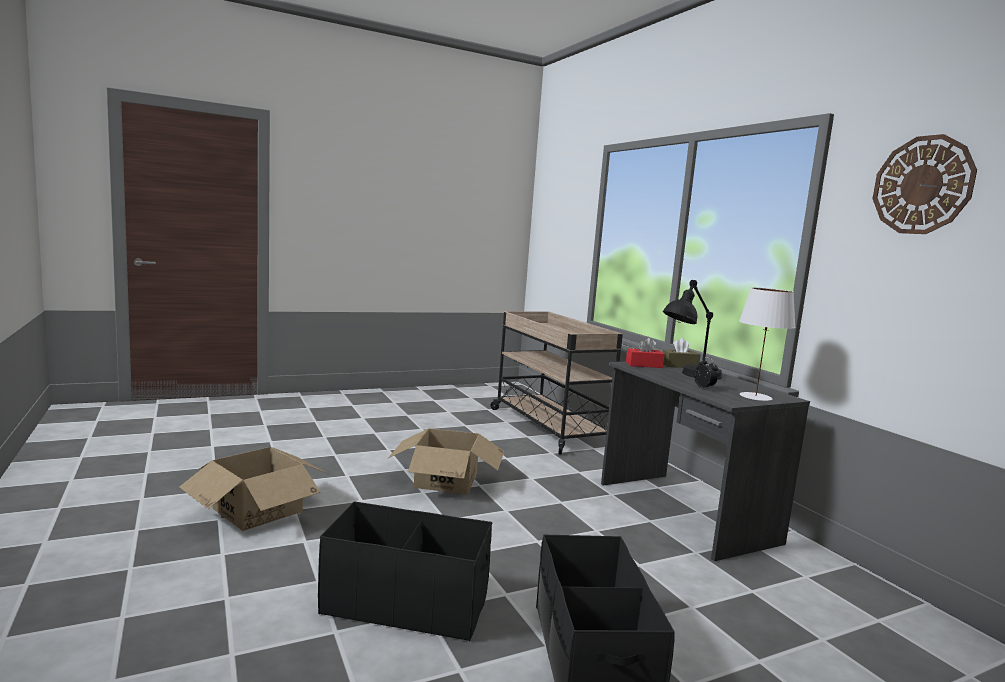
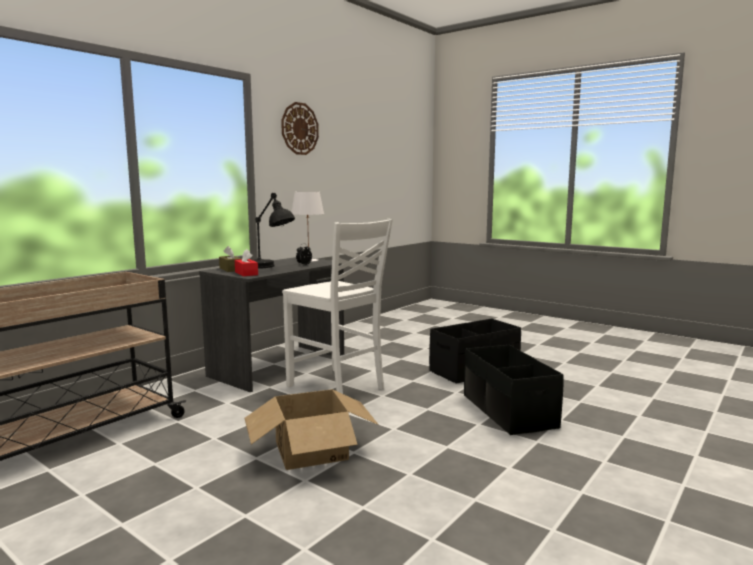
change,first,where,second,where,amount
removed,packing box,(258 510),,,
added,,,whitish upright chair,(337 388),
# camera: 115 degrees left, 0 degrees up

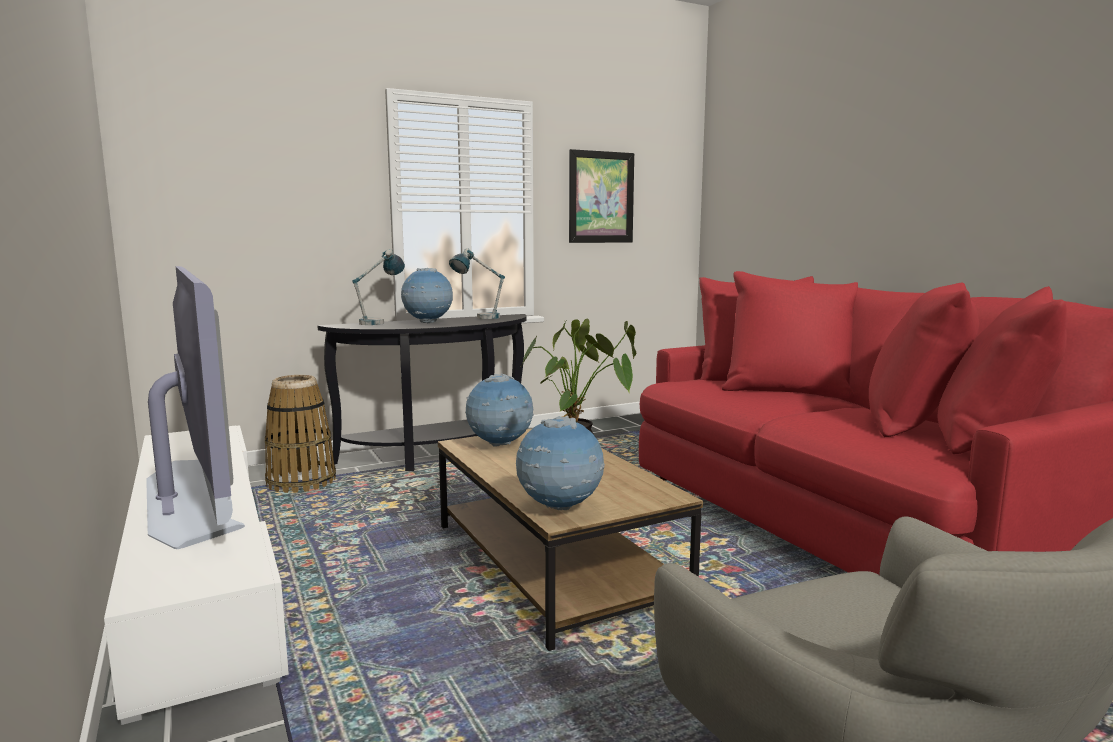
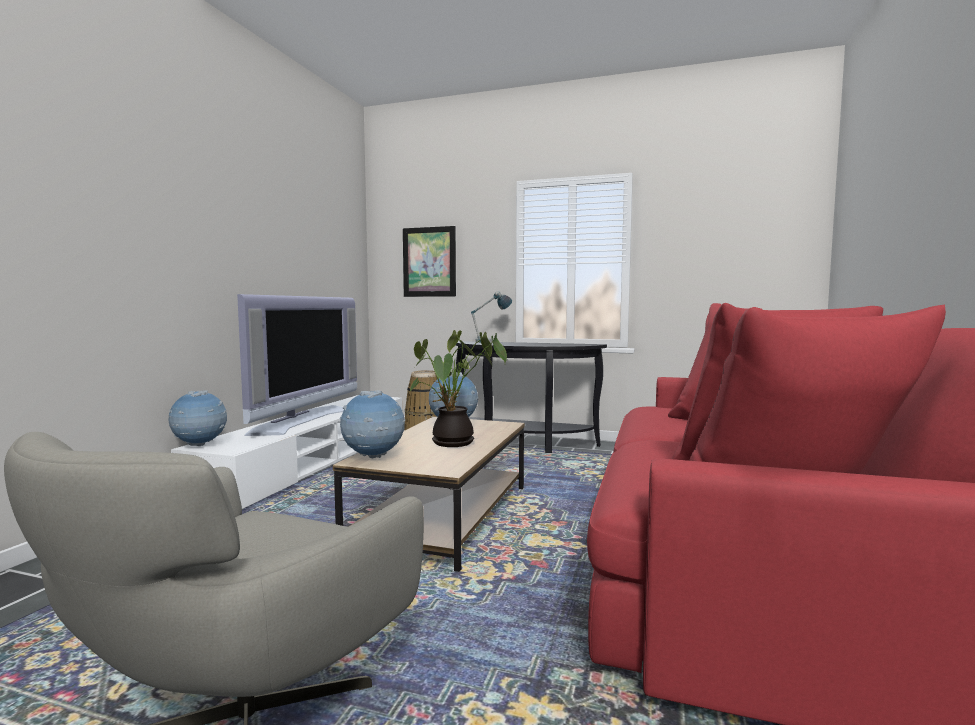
change,first,where,second,where,amount
removed,tabletop lamp,(478 318),,,
moved,world globe,(428 323),,(199 445),
moved,wall picture,(601 197),,(429 262),
# camera: 45 degrees right, 5 degrees down

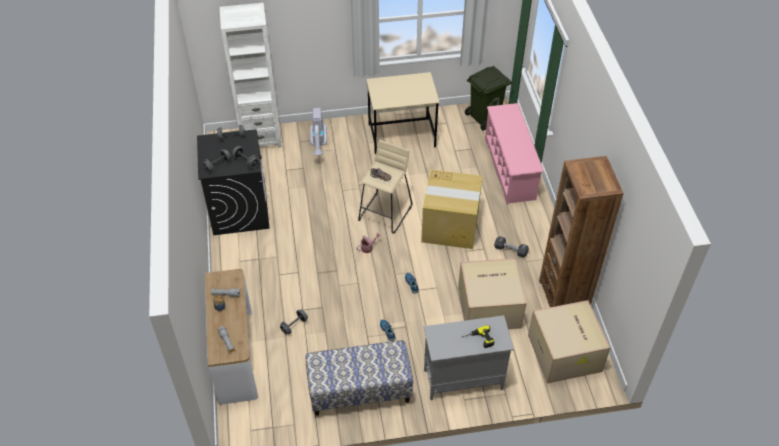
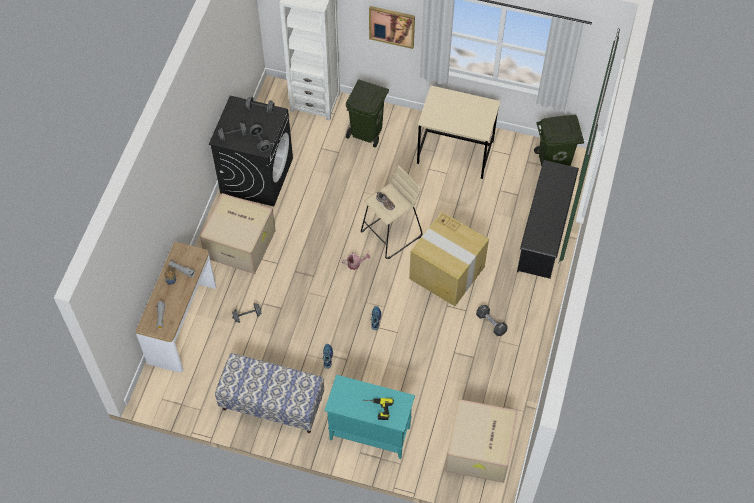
change,first,where,second,where,amount
removed,brownish bookcase,(563 295),,,
added,,,wall picture,(392 26),
moved,packing box,(490 306),,(241 243),
replaced,hoover,(319 145),green waste bin,(367 132),
recoloured,gray cabinet,(462 380),turquoise cabinet,(369 433),
recoloured,pink-coloured shoe shelf,(510 169),blackish shoe shelf,(544 233),
# camera: 25 degrees right, 10 degrees up

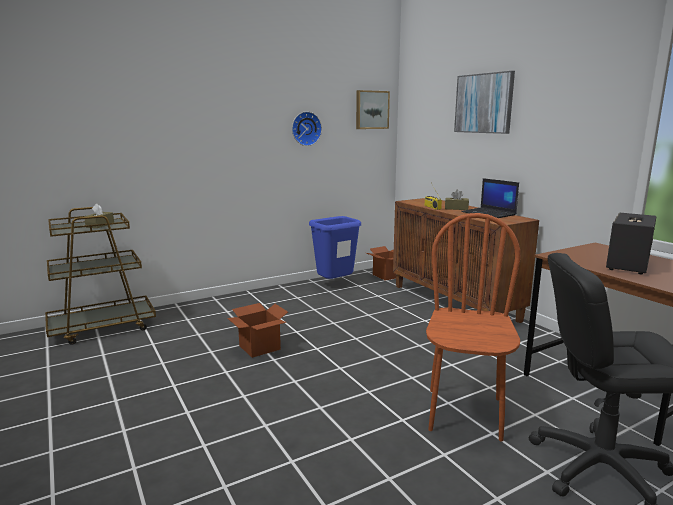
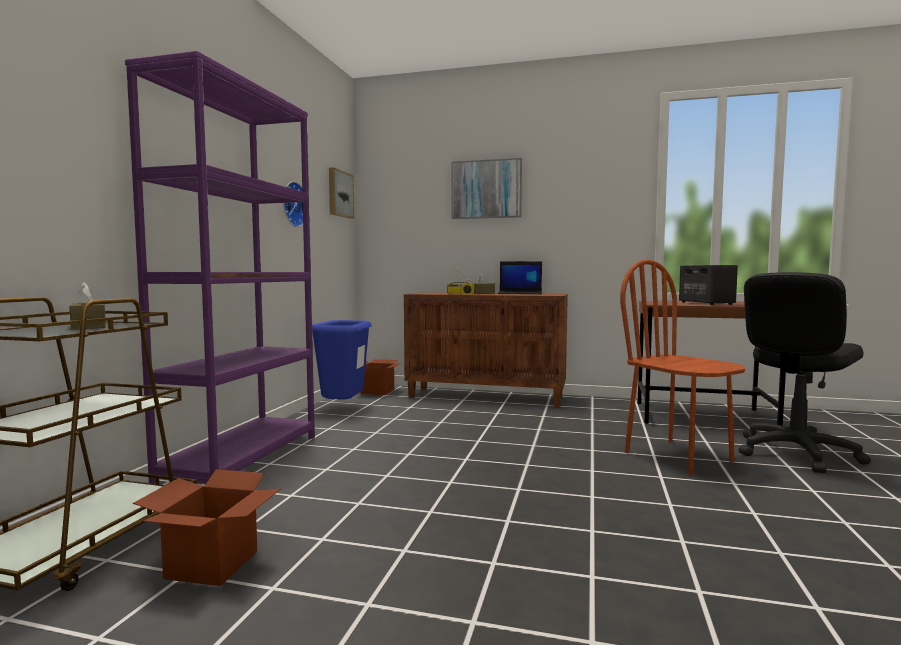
change,first,where,second,where,amount
added,,,purplish bookcase,(243 459),
moved,packing box,(259 347),,(212 564),
# camera: 45 degrees left, 10 degrees down

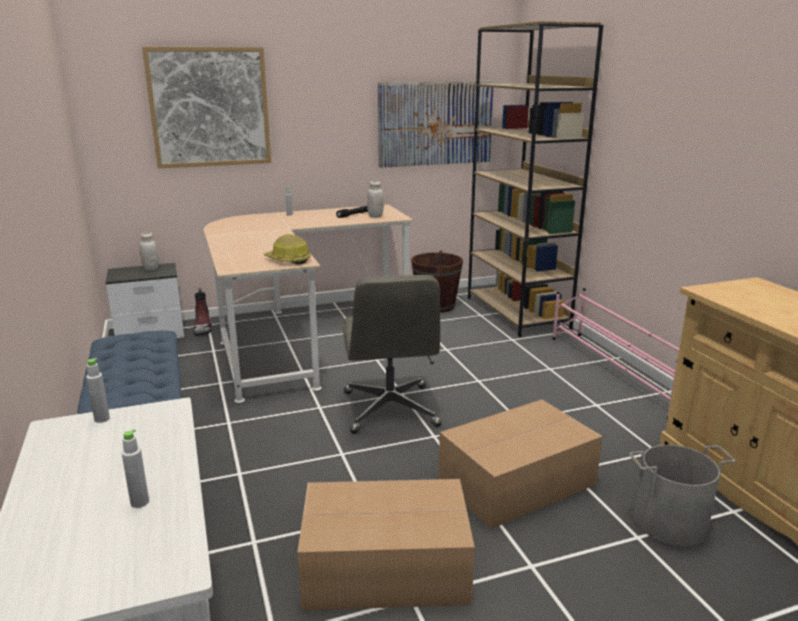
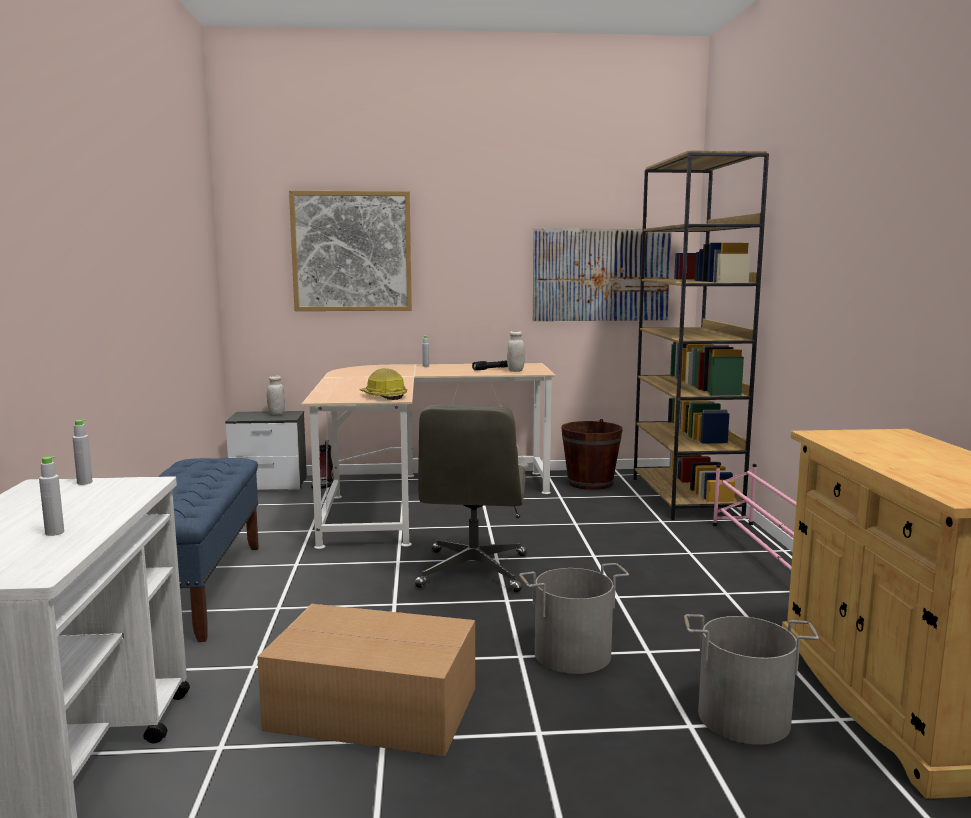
change,first,where,second,where,amount
replaced,packing box,(514 482),gray bucket,(572 653),
# camera: 15 degrees right, 10 degrees down

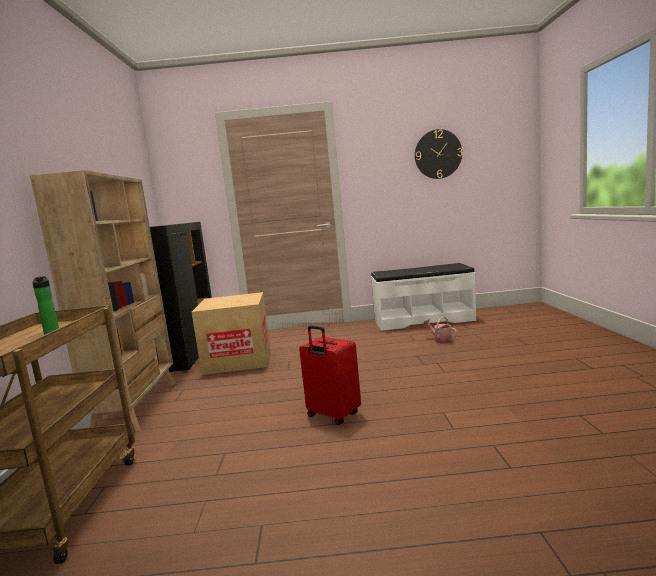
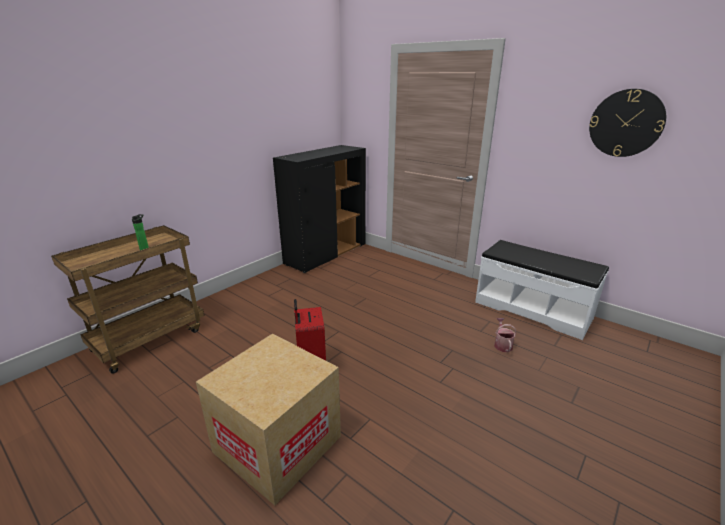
change,first,where,second,where,amount
removed,beige-coloured bookcase,(138 406),,,
moved,packing box,(238 360),,(277 444),
# camera: 40 degrees right, 15 degrees up

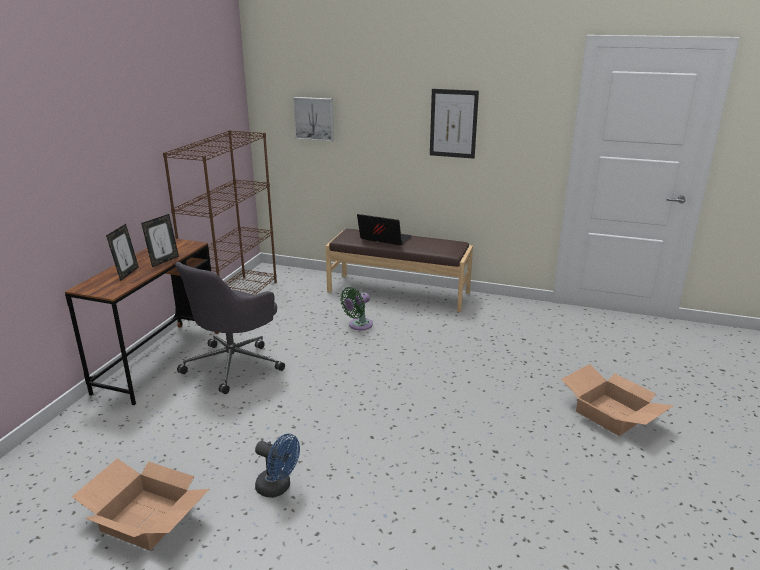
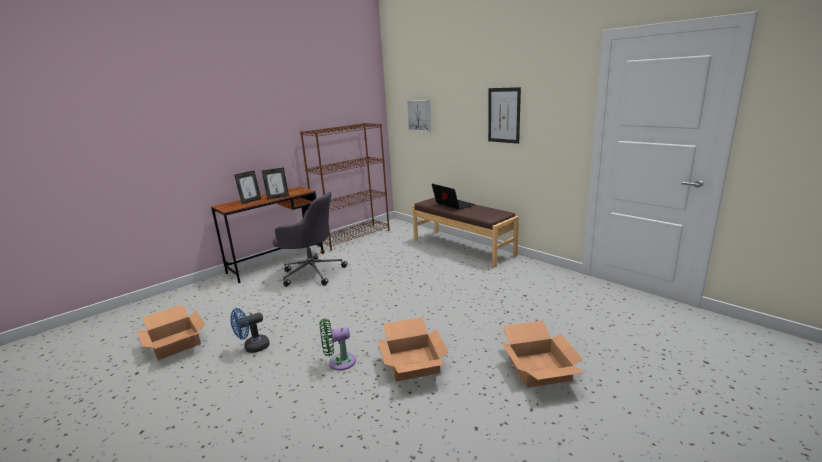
change,first,where,second,where,amount
added,,,packing box,(414 363),
moved,green cooling fan,(358 325),,(339 362),
turned,gray office chair,(234 364),,(311 272),135 degrees counterclockwise
turned,bluish cooling fan,(278 488),,(253 348),90 degrees clockwise
# camera: 30 degrees right, 5 degrees down

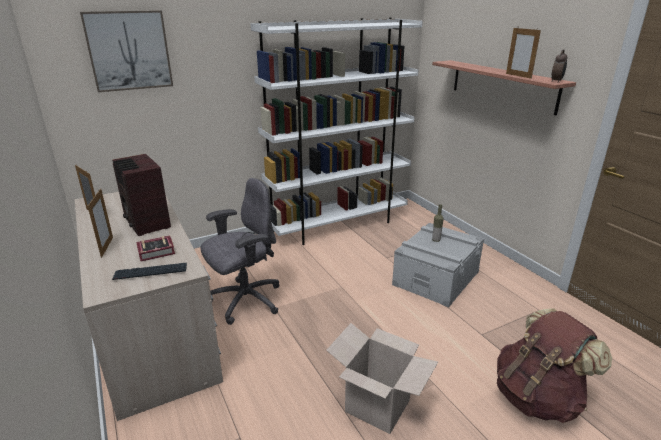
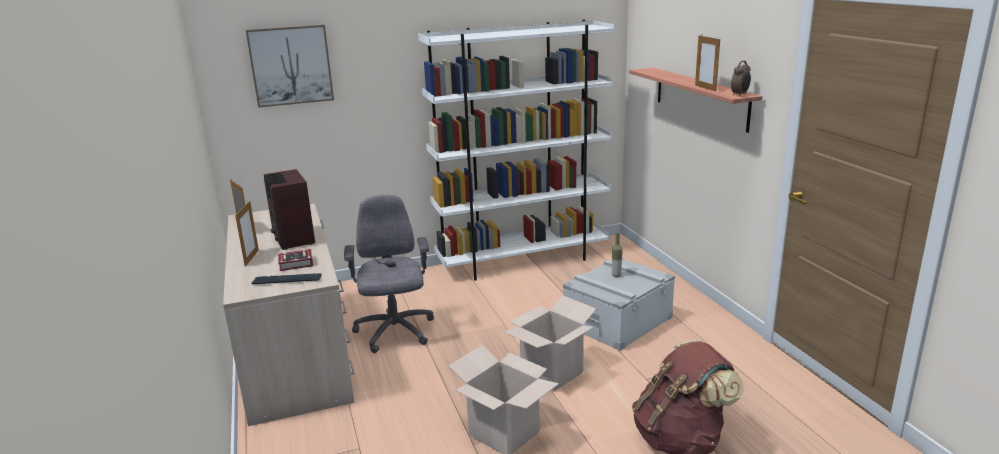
change,first,where,second,where,amount
added,,,packing box,(551 373),
turned,gray office chair,(245 301),,(394 332),75 degrees counterclockwise
# camera: 10 degrees right, 5 degrees down

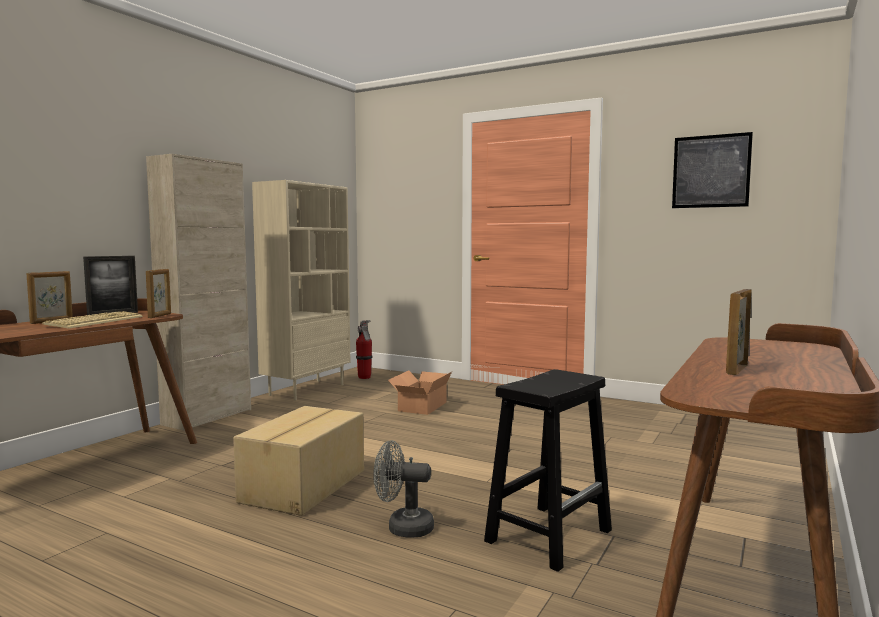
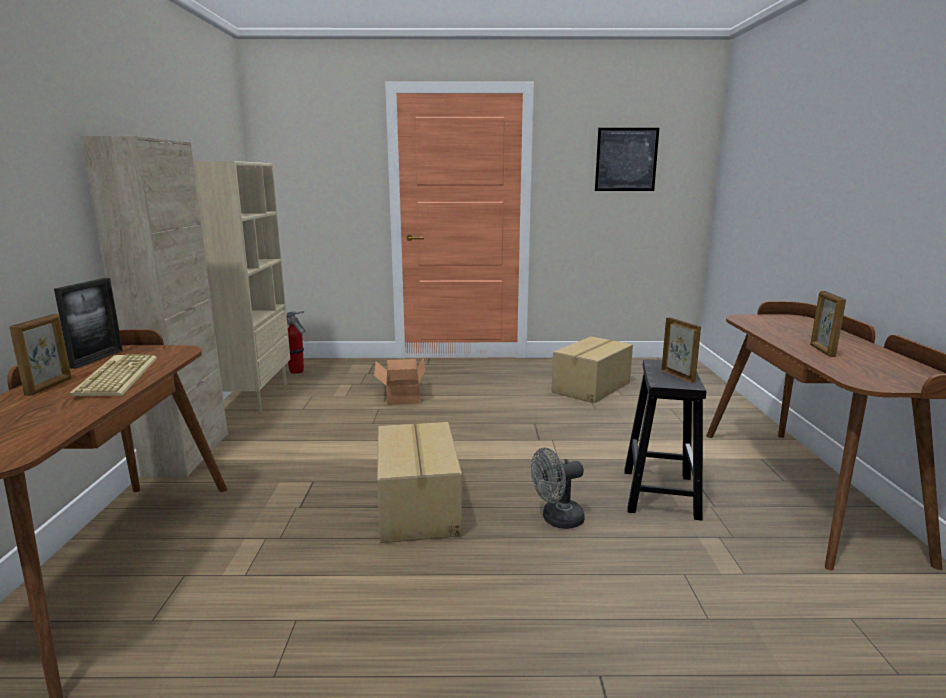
change,first,where,second,where,amount
added,,,packing box,(592 387),
moved,photo frame,(160 316),,(678 376),
# camera: 30 degrees left, 10 degrees up

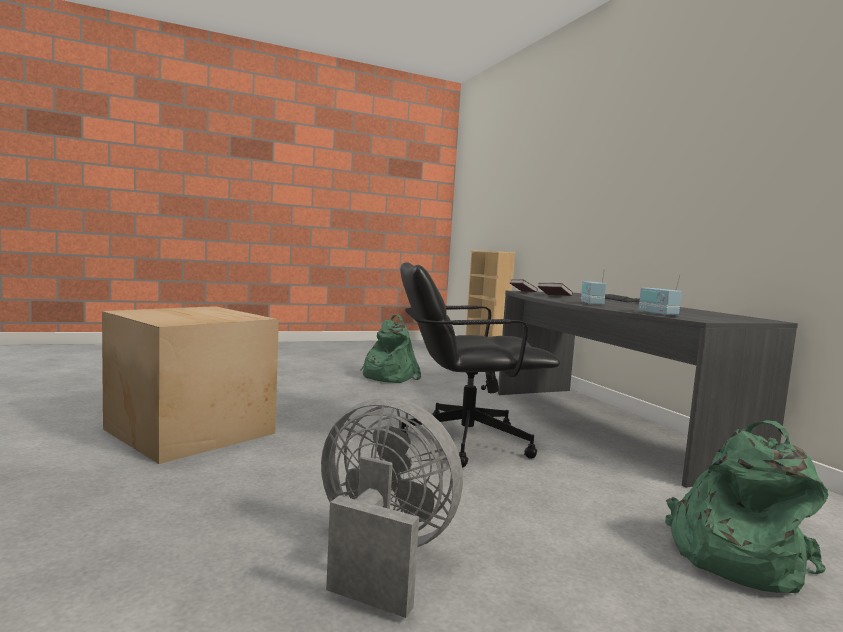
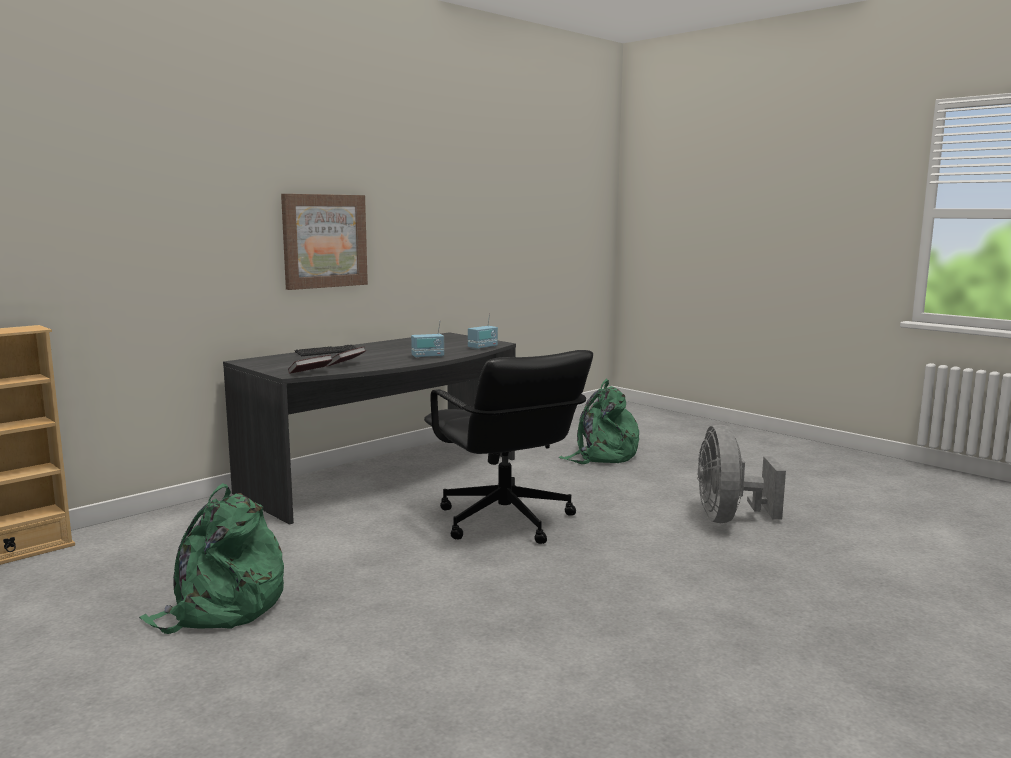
change,first,where,second,where,amount
removed,packing box,(191 430),,,
added,,,wall picture,(324 241),
# camera: 110 degrees left, 5 degrees up

